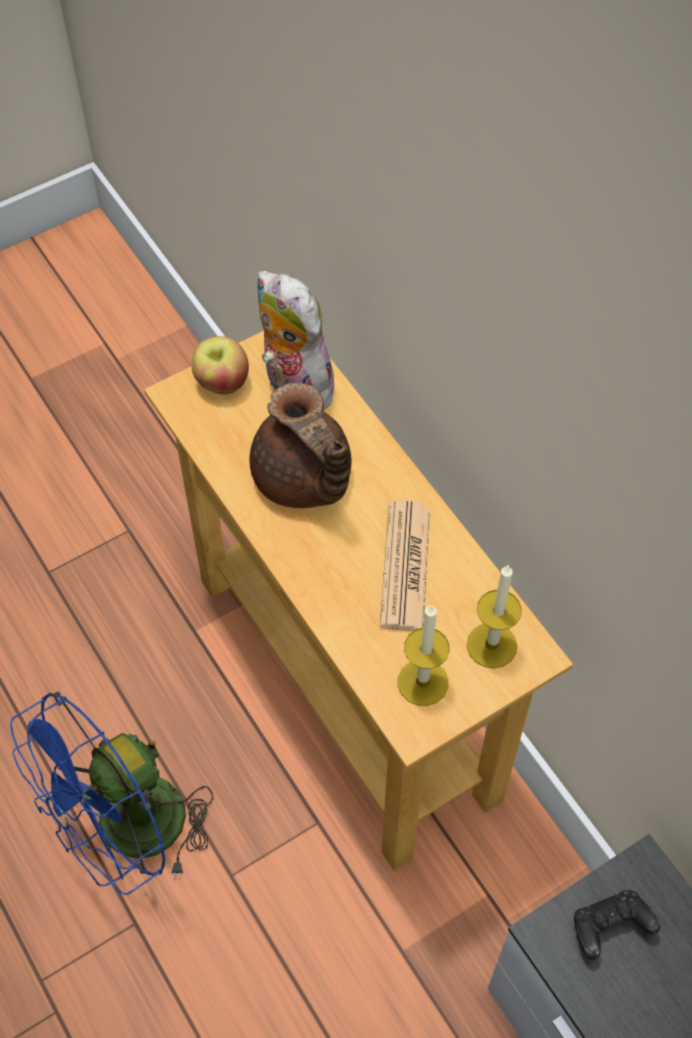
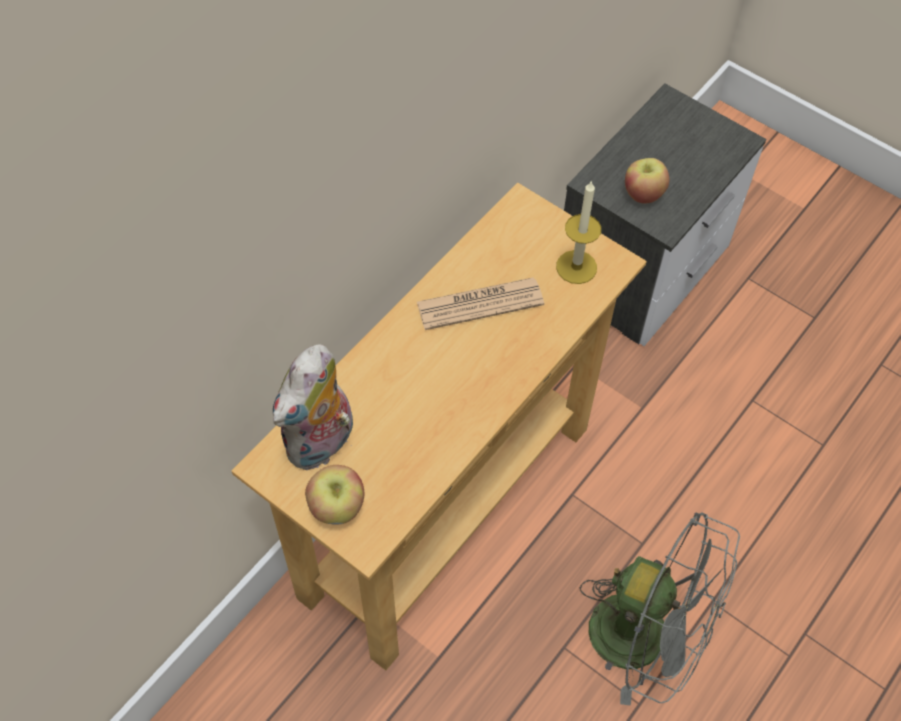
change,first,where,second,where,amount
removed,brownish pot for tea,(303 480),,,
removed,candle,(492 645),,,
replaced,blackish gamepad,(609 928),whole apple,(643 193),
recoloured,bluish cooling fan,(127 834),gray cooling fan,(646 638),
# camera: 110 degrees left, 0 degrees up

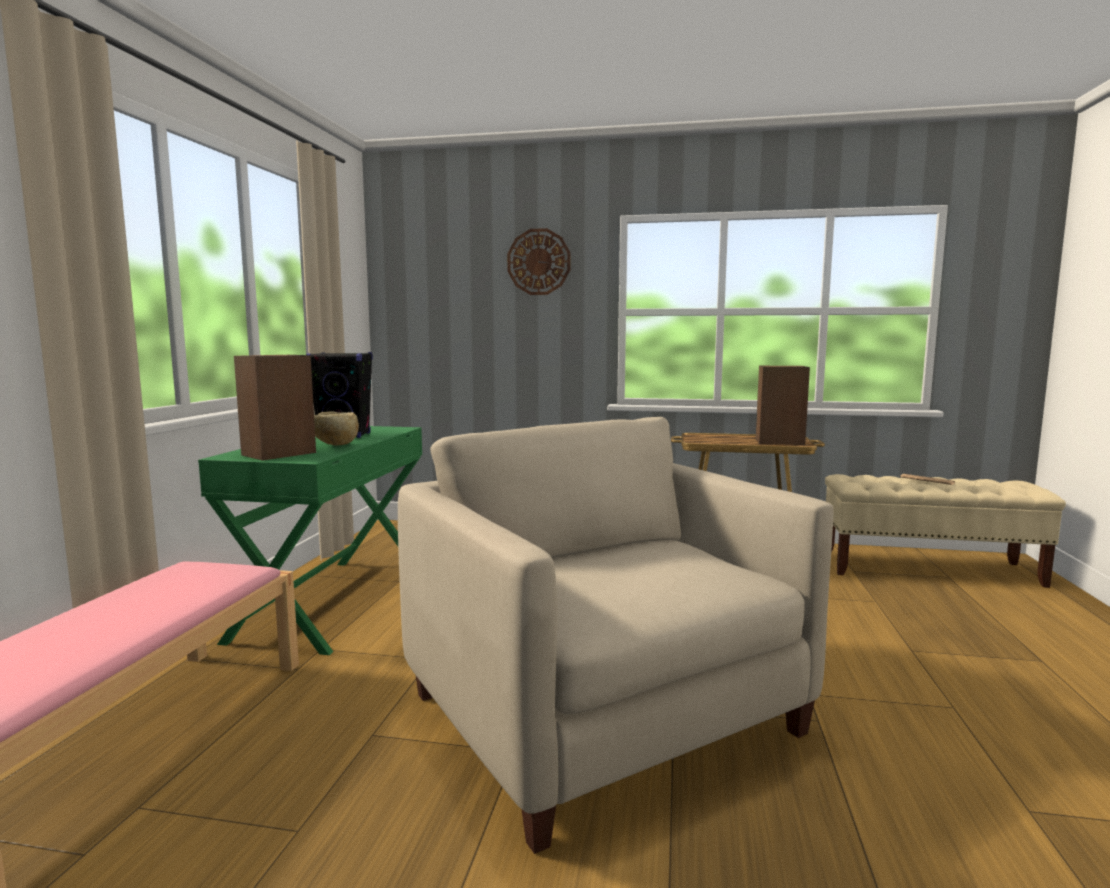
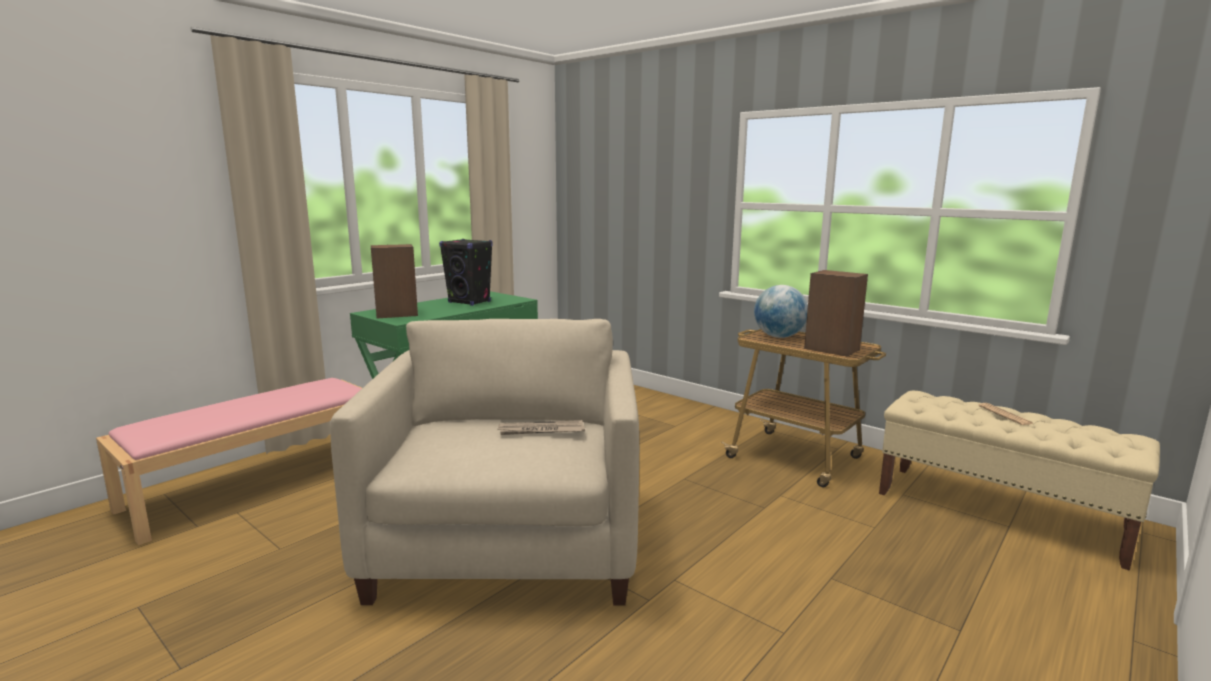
change,first,where,second,where,amount
removed,beige-coloured bowl,(335 445),,,
removed,wall clock,(538 262),,,
added,,,daily paper,(541 431),
added,,,world globe,(778 337),
# camera: 30 degrees right, 5 degrees up

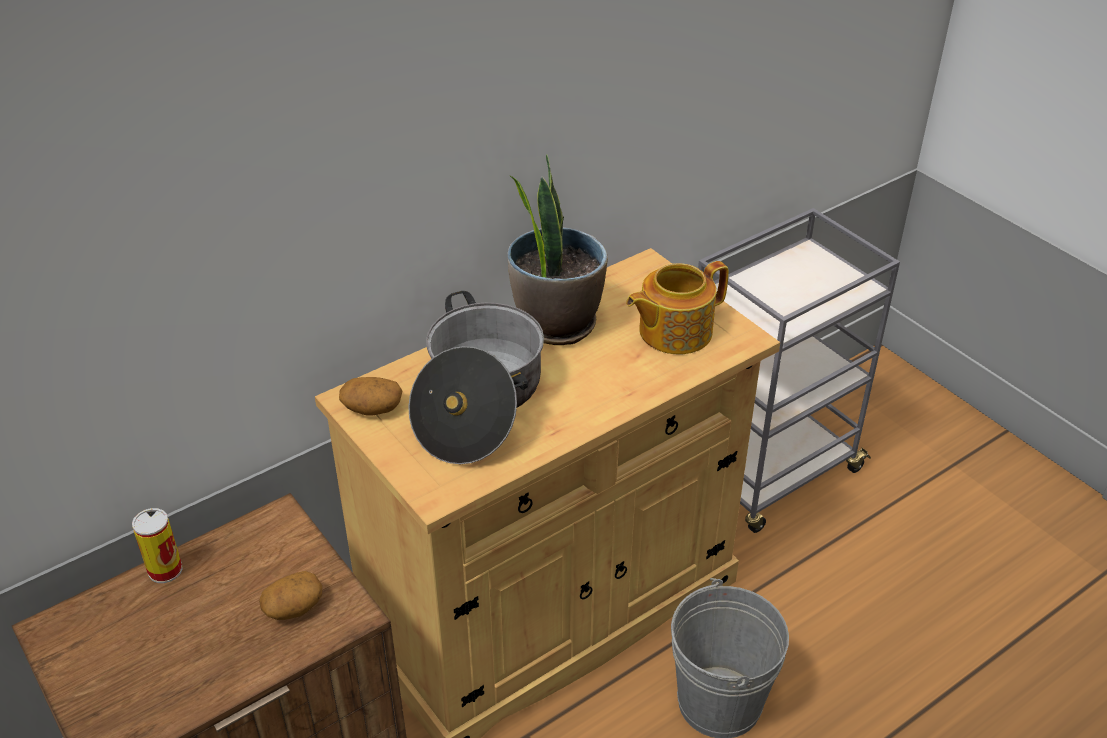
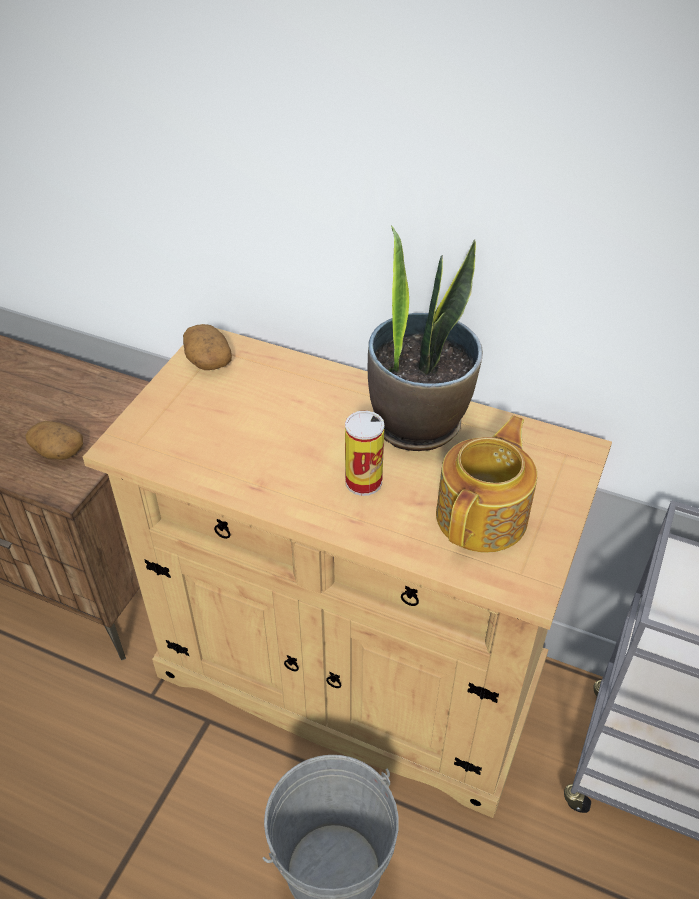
change,first,where,second,where,amount
removed,saucepot,(478 403),,,
moved,metal can,(165 570),,(363 481),
turned,pot for tea,(673 331),,(483 516),90 degrees clockwise
# camera: 60 degrees right, 5 degrees up

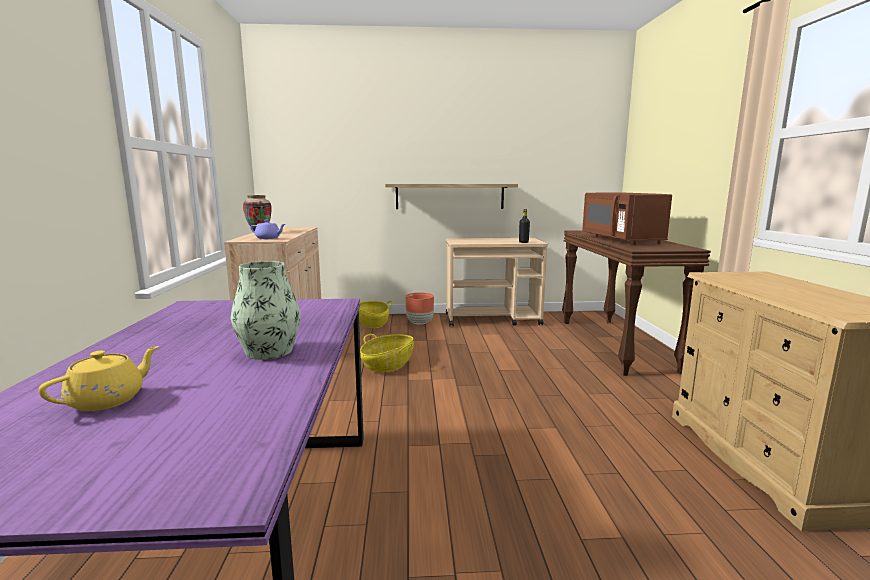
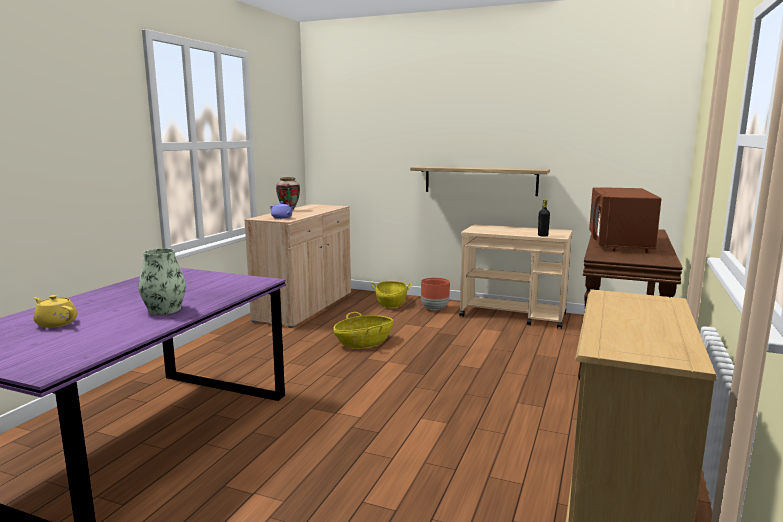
change,first,where,second,where,amount
turned,yellow pot for tea,(108 400),,(56 323),120 degrees counterclockwise
# camera: 25 degrees right, 0 degrees up

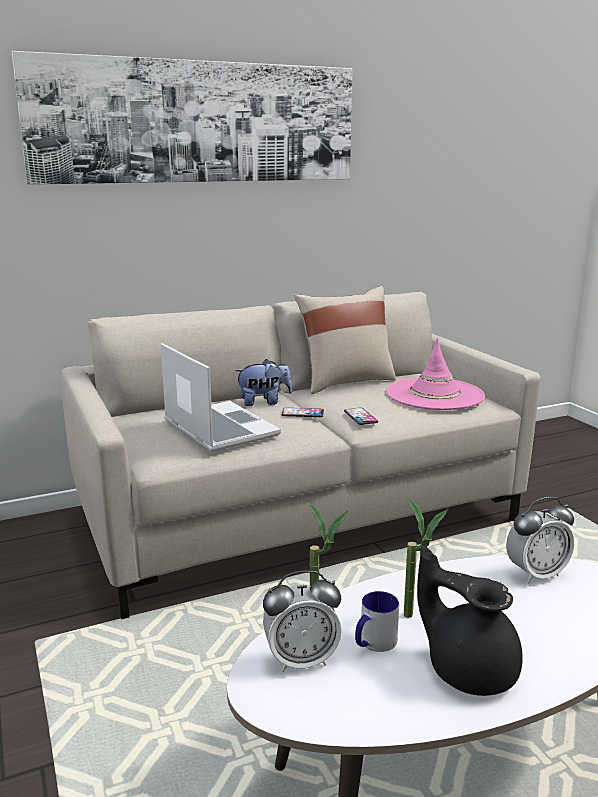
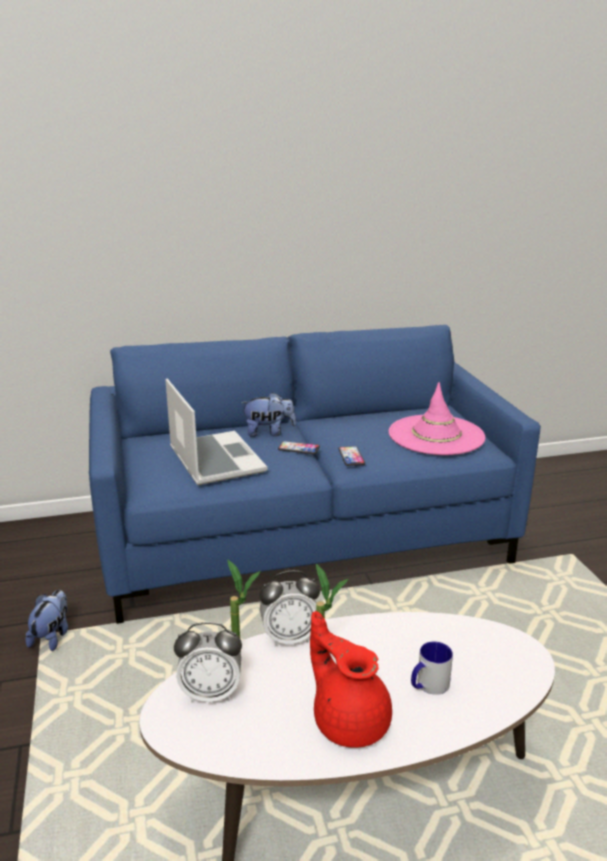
change,first,where,second,where,amount
removed,wall picture,(198 122),,,
removed,beige-coloured throw pillow,(345 382),,,
added,,,soft toy,(52 637),
moved,tea mug,(373 643),,(428 686),
moved,bedside clock,(536 574),,(289 638),
recoloured,beige-coloured sofa,(299 516),bluish sofa,(304 538),
recoloured,blackish pot for tea,(469 669),red pot for tea,(349 720),
# camera: 10 degrees right, 5 degrees up

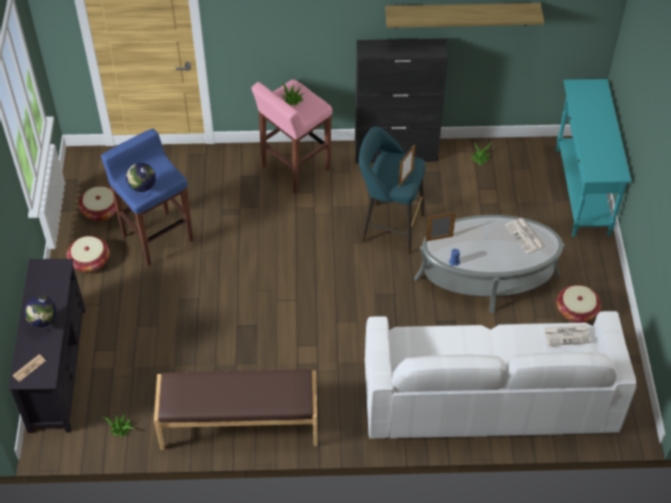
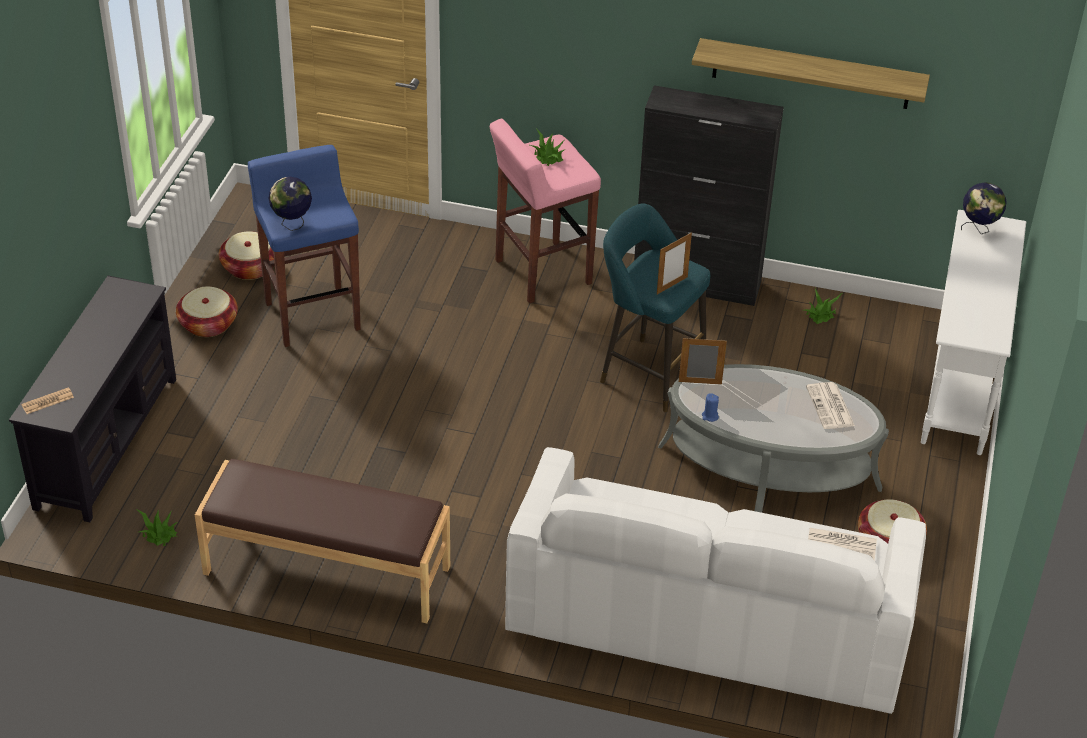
change,first,where,second,where,amount
moved,world globe,(45 325),,(979 229),
recoloured,turquoise narrow table,(582 192),whitish narrow table,(959 389),
# camera: 15 degrees right, 10 degrees down

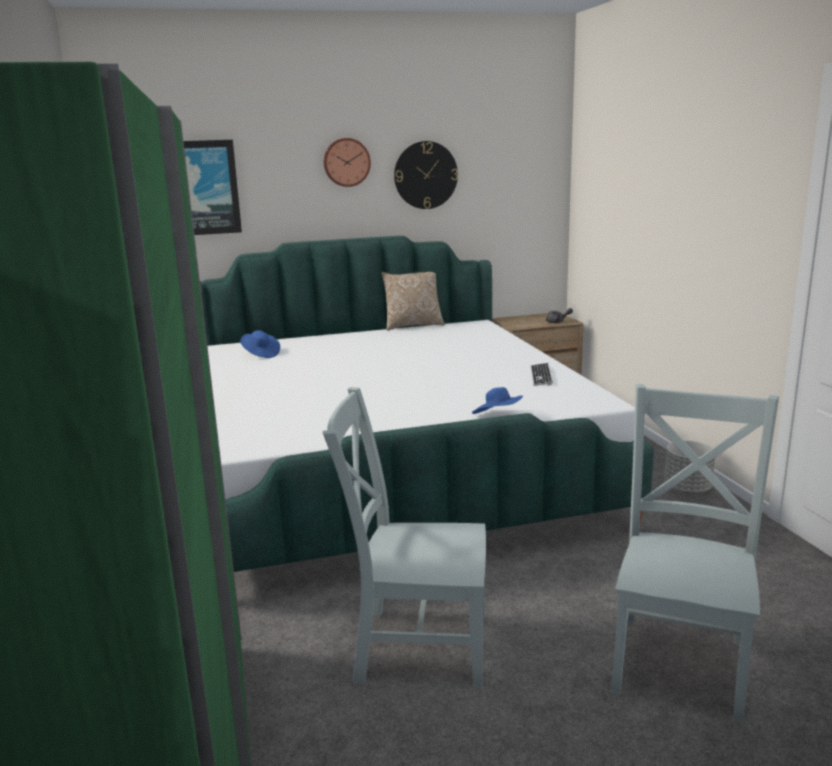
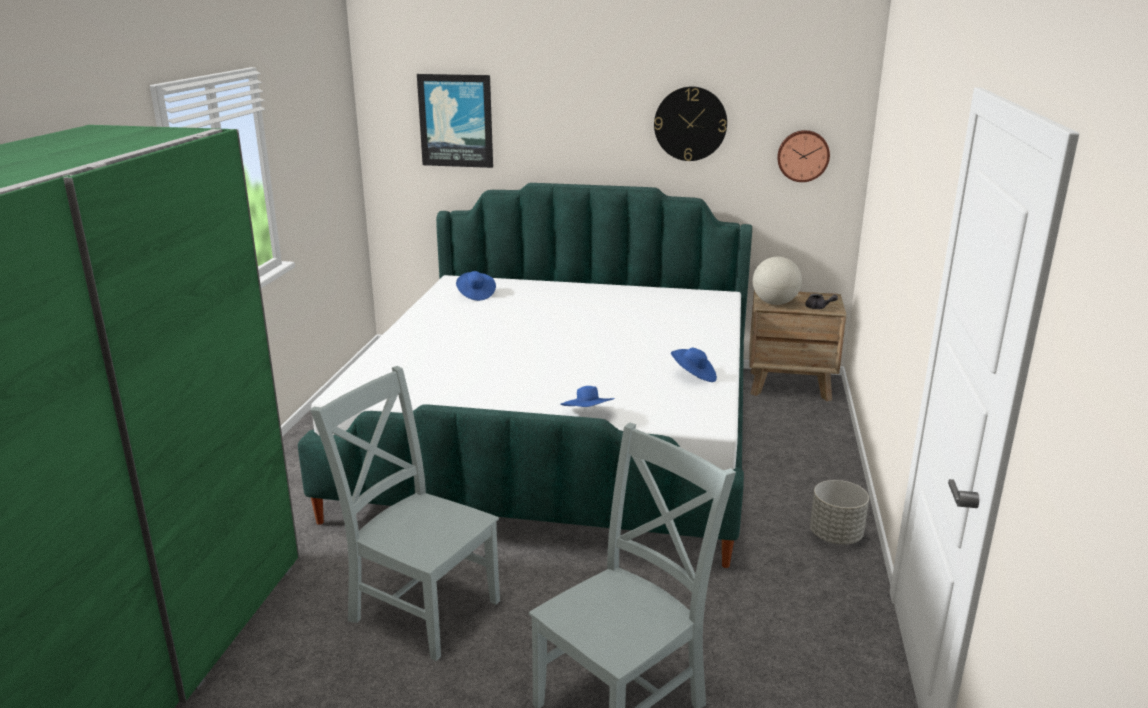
change,first,where,second,where,amount
removed,throw pillow,(413 325),,,
added,,,world globe,(775 303),
moved,wall clock,(346 162),,(803 155),
replaced,computer keyboard,(541 376),bluish wearable hat,(694 376),
# camera: 25 degrees right, 5 degrees up

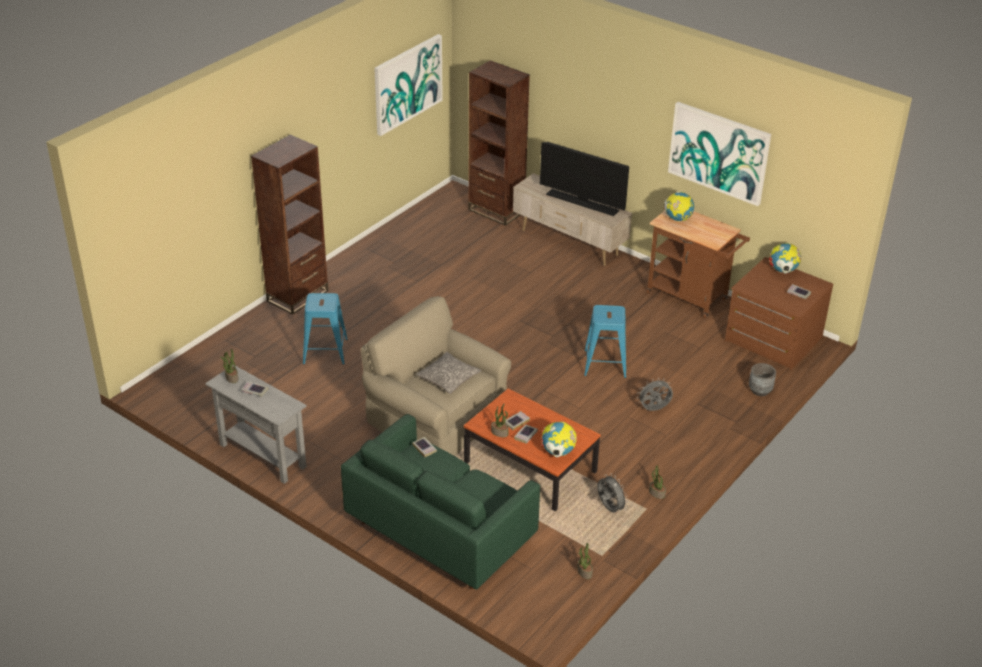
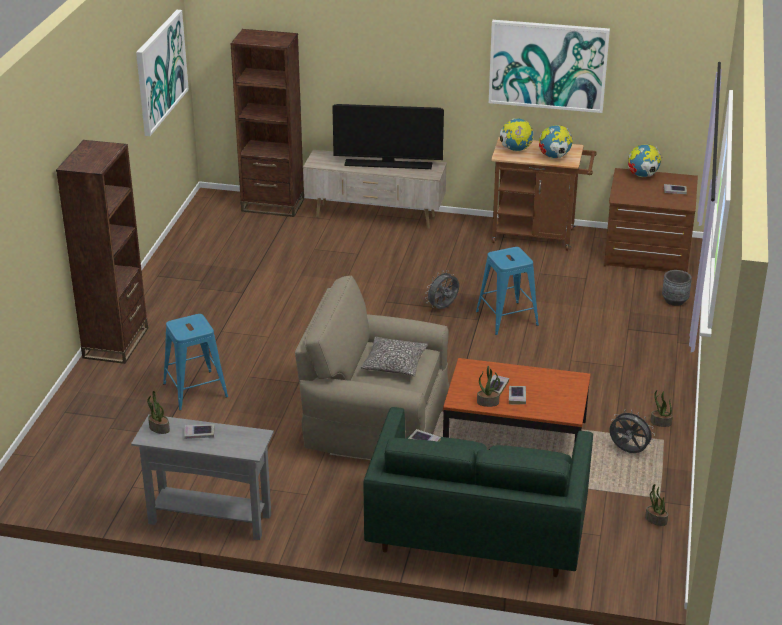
change,first,where,second,where,amount
moved,world globe,(558 452),,(554 157),
moved,gray cooling fan,(654 410),,(443 308),
# camera: 25 degrees left, 5 degrees down

